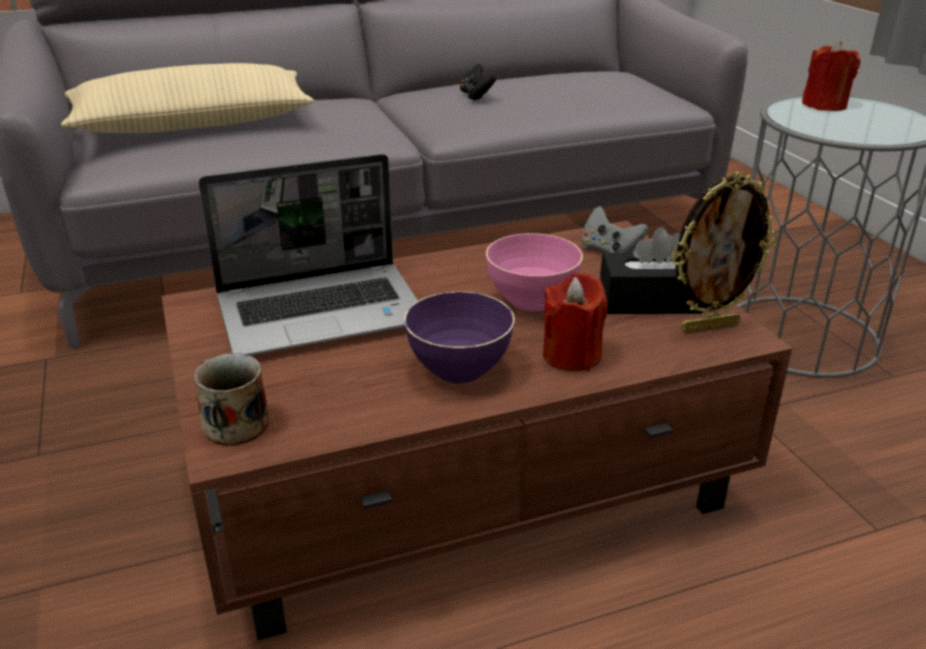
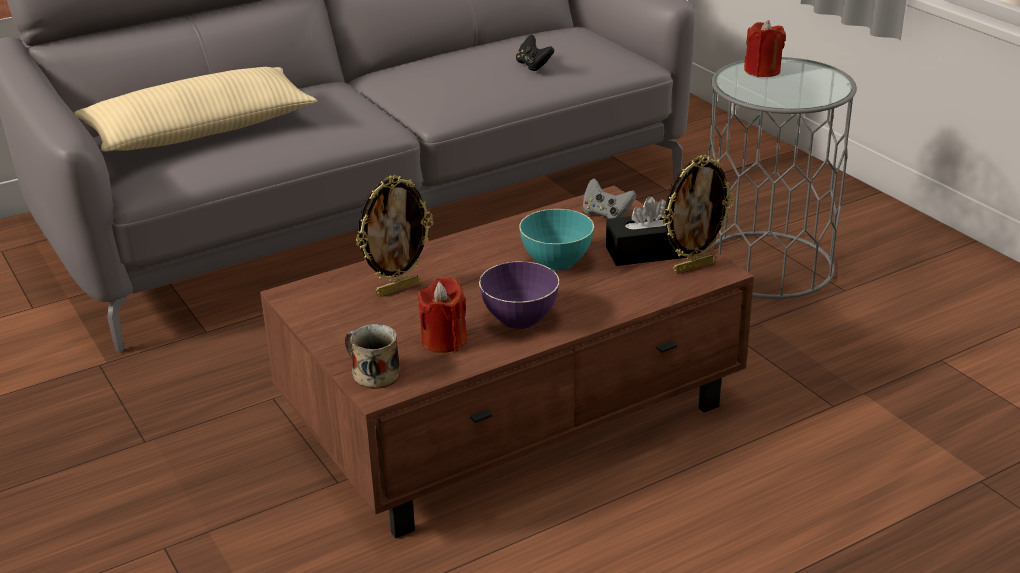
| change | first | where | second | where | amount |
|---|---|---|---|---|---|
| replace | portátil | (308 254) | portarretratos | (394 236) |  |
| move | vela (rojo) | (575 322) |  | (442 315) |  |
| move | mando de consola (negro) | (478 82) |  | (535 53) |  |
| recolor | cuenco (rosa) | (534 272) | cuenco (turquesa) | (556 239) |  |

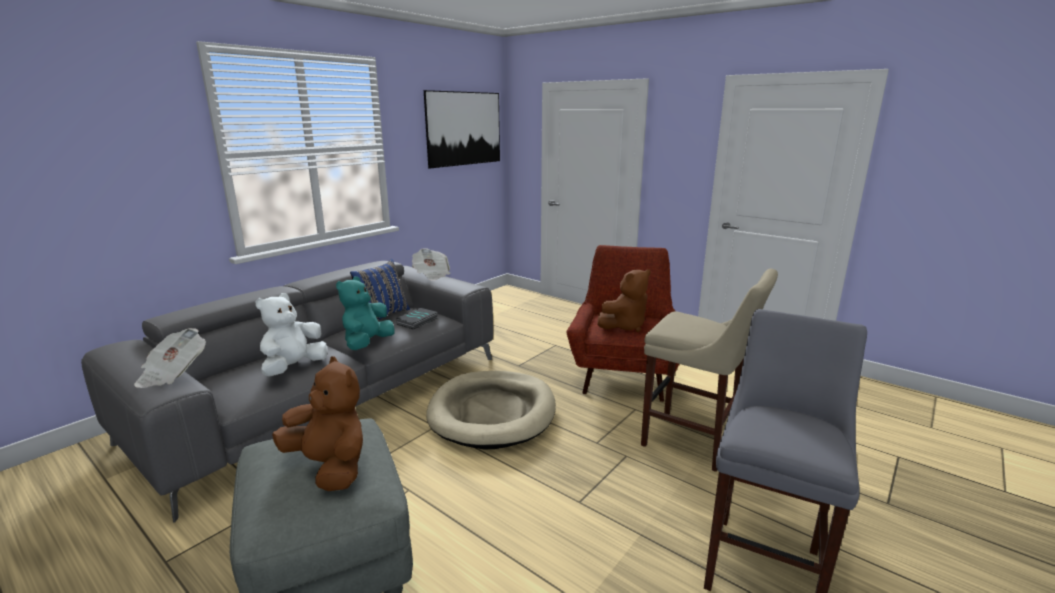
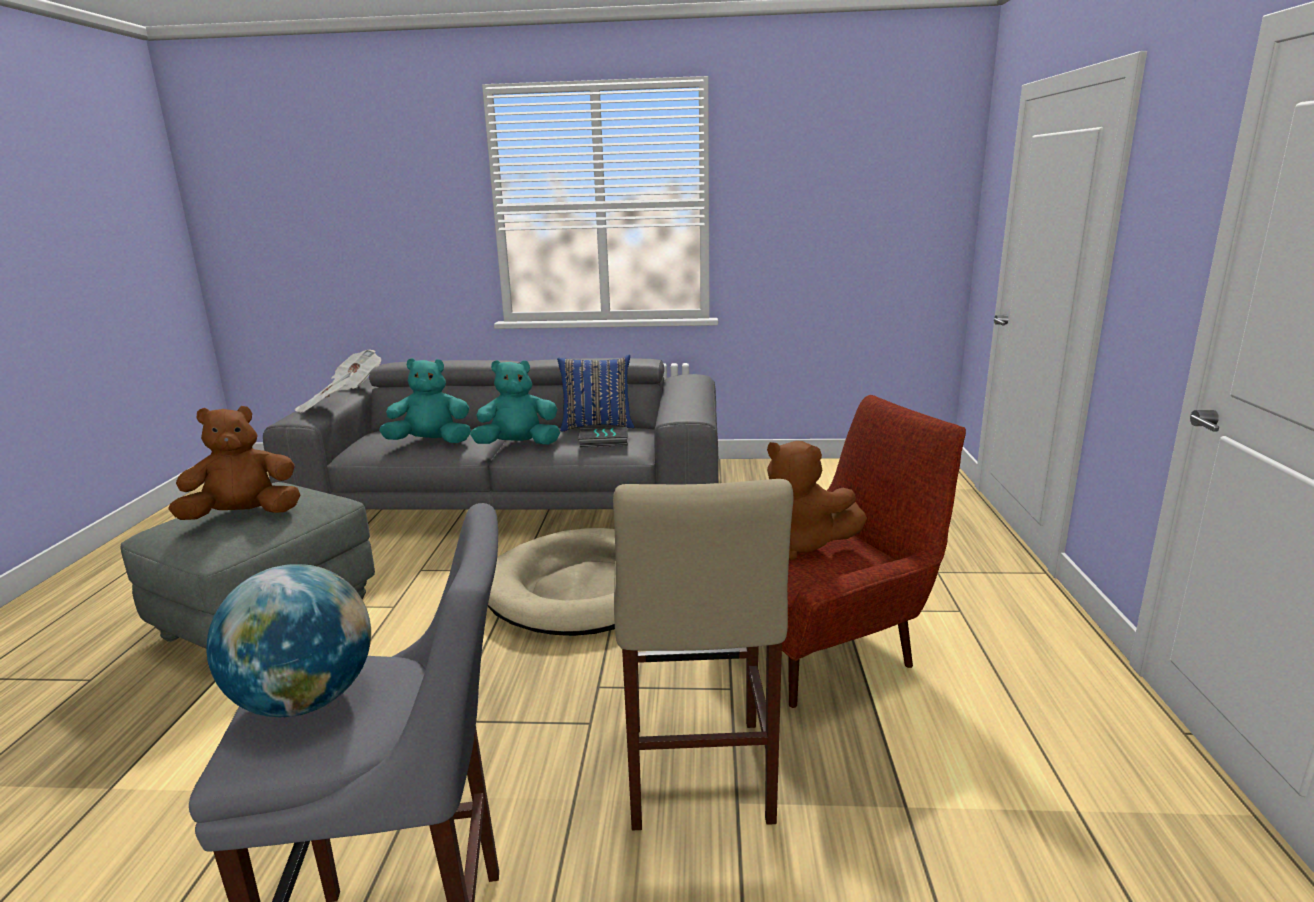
| change | first | where | second | where | amount |
|---|---|---|---|---|---|
| rotate | peluche (marrón) | (317 423) |  | (234 463) | 120 degrees counterclockwise |
| insert |  |  | globo terráqueo | (289 640) |  |
| move | periódico | (431 264) |  | (356 370) |  |
| recolor | peluche (blanco) | (291 335) | peluche (turquesa) | (425 400) |  |
| delete | cuadro | (462 129) |  |  |  |

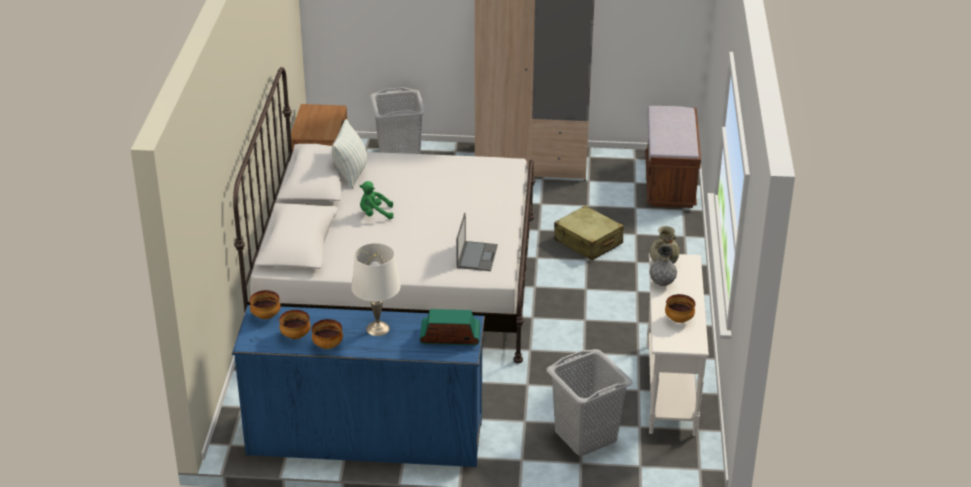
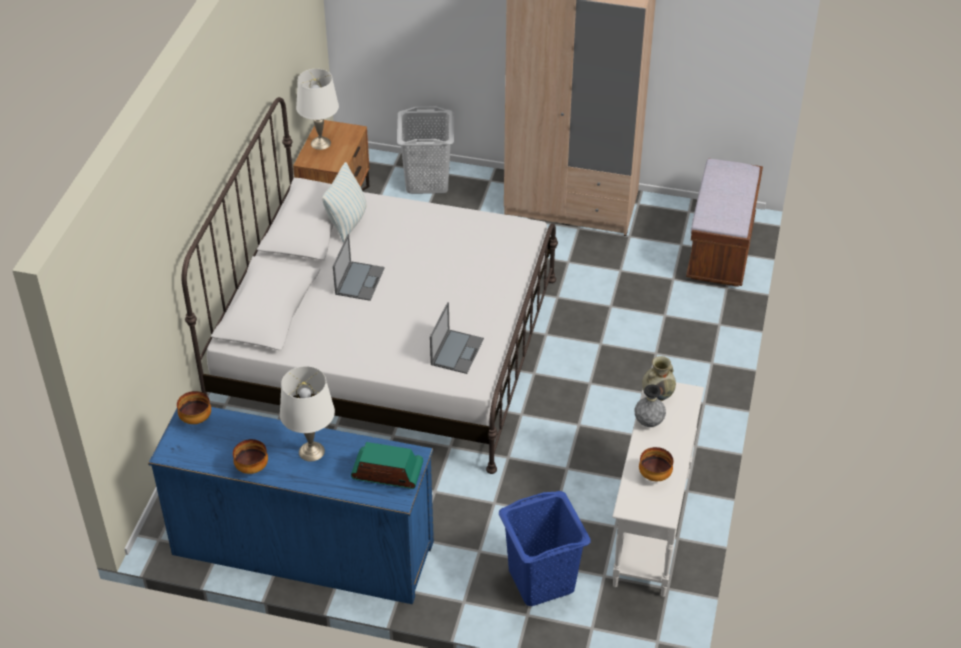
| change | first | where | second | where | amount |
|---|---|---|---|---|---|
| insert |  |  | lámpara de mesa (blanco) | (317 109) |  |
| replace | peluche (verde) | (376 200) | portátil | (359 267) |  |
| recolor | cesto de la ropa (gris) | (589 402) | cesto de la ropa (azul) | (545 548) |  |
| delete | cuenco | (295 324) |  |  |  |
| delete | maleta (beis) | (589 233) |  |  |  |

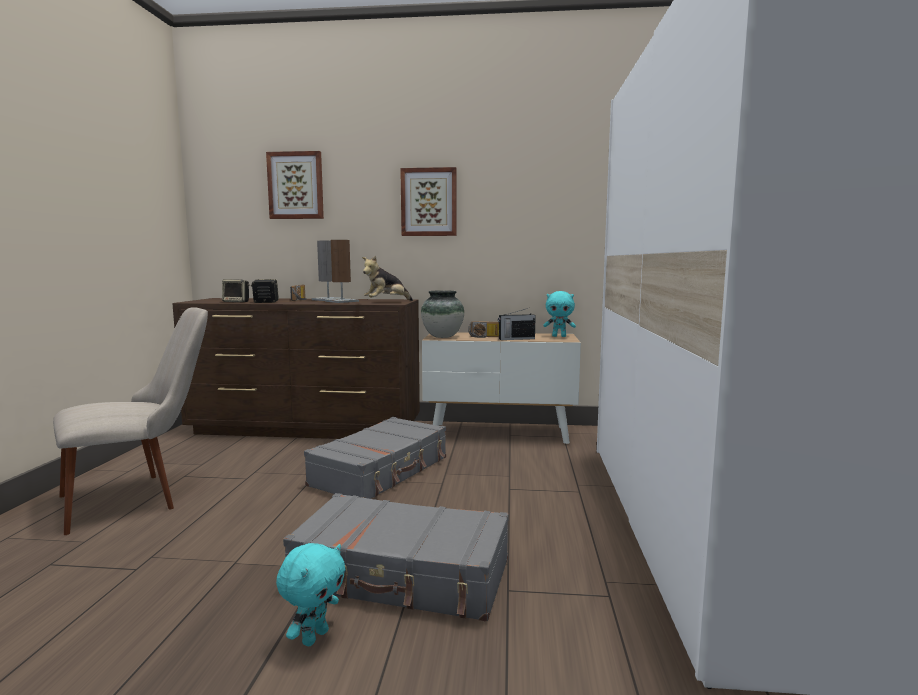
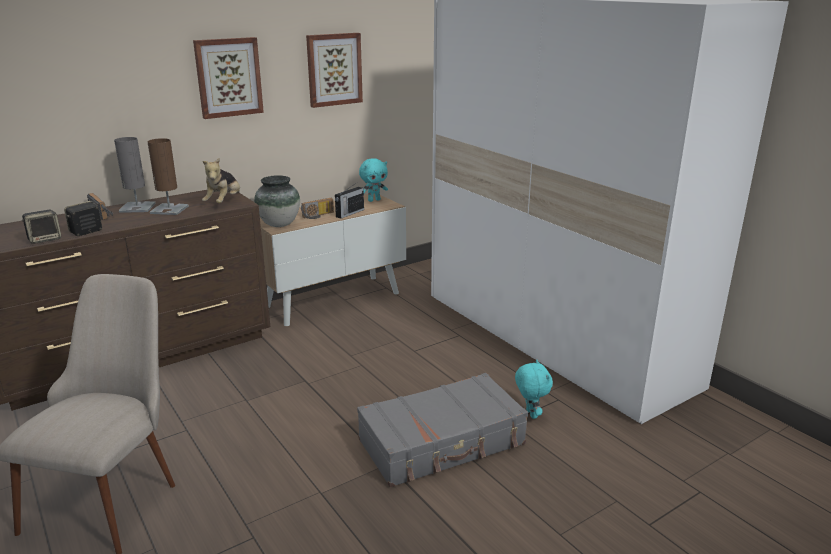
| change | first | where | second | where | amount |
|---|---|---|---|---|---|
| move | cuadro | (295 185) |  | (334 70) |  |
| move | peluche (turquesa) | (311 594) |  | (534 389) |  |
| delete | maleta (gris) | (375 458) |  |  |  |

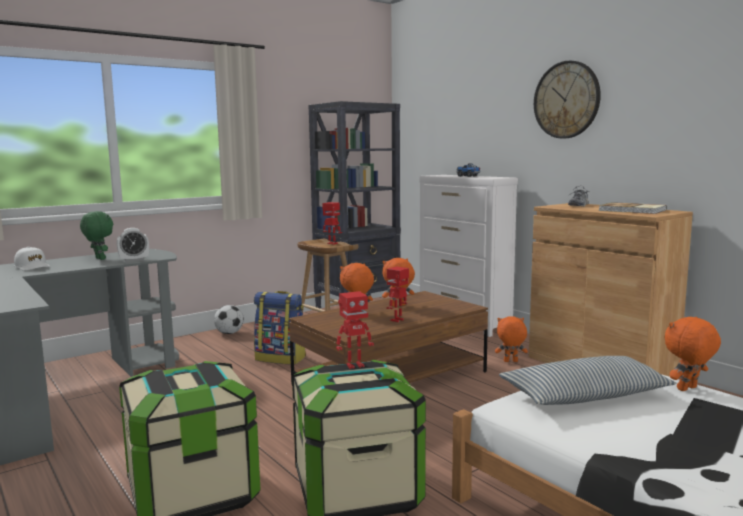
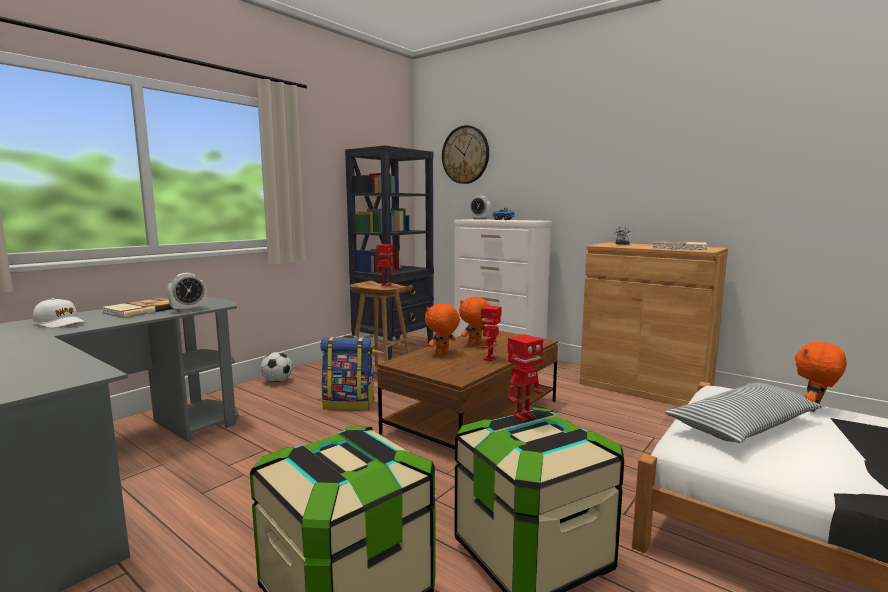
| change | first | where | second | where | amount |
|---|---|---|---|---|---|
| replace | peluche (verde) | (96 235) | libro | (138 308) |  |
| move | reloj de pared | (567 100) |  | (465 154) |  |
| insert |  |  | despertador | (480 208) |  |
| delete | peluche (naranja) | (511 339) |  |  |  |

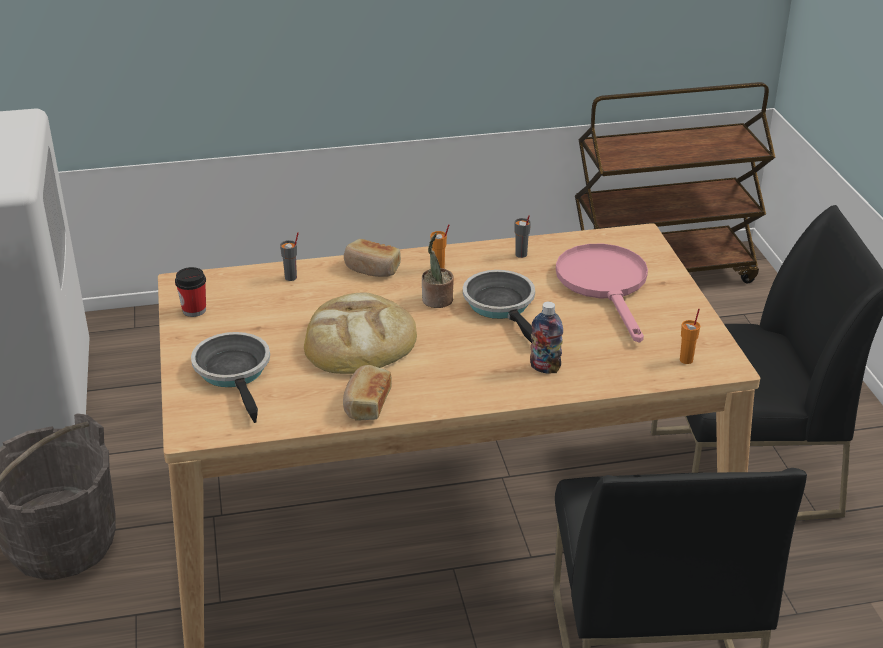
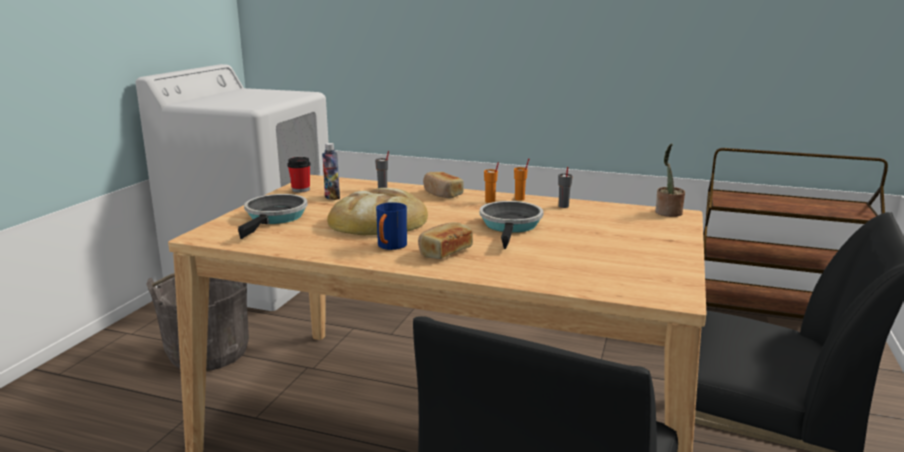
| change | first | where | second | where | amount |
|---|---|---|---|---|---|
| move | botella | (546 338) |  | (331 171) |  |
| insert |  |  | taza grande (azul) | (391 226) |  |
| move | pan | (367 393) |  | (445 240) |  |
| move | taza (naranja) | (690 336) |  | (522 179) |  |
| move | planta en maceta | (438 270) |  | (670 180) |  |
| delete | sartén (rosa) | (602 293) |  |  |  |

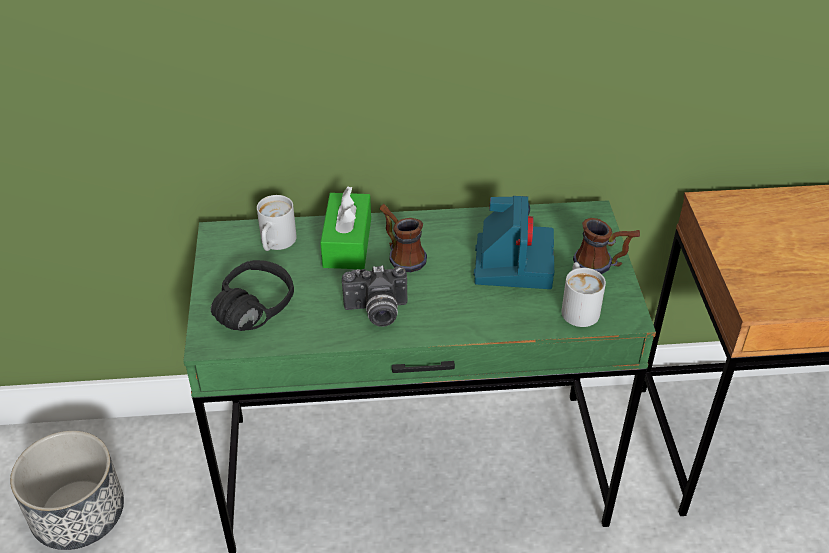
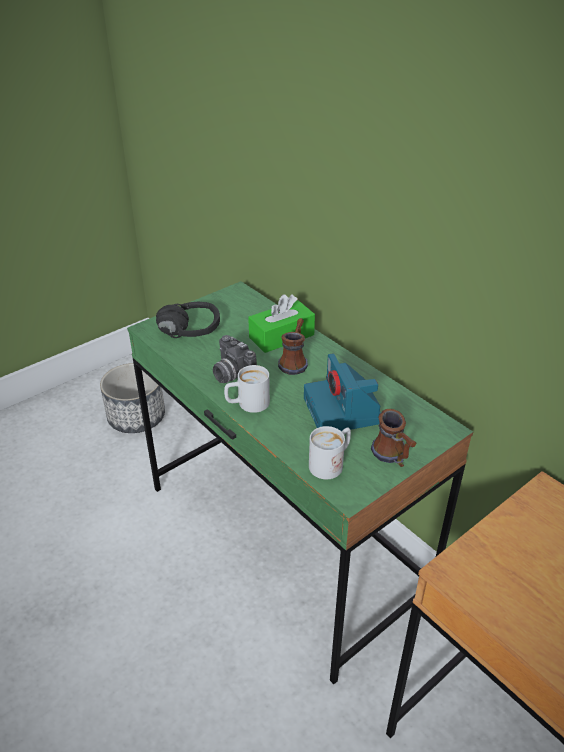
| change | first | where | second | where | amount |
|---|---|---|---|---|---|
| move | taza grande (blanco) | (277 223) |  | (247 389) |  |
| rotate | cámara | (514 242) |  | (342 392) | 105 degrees clockwise |

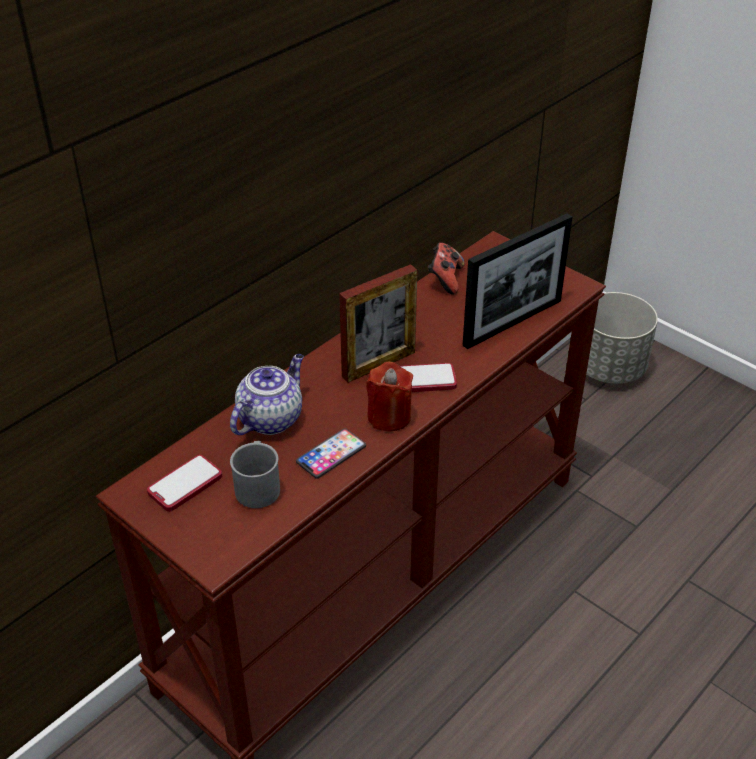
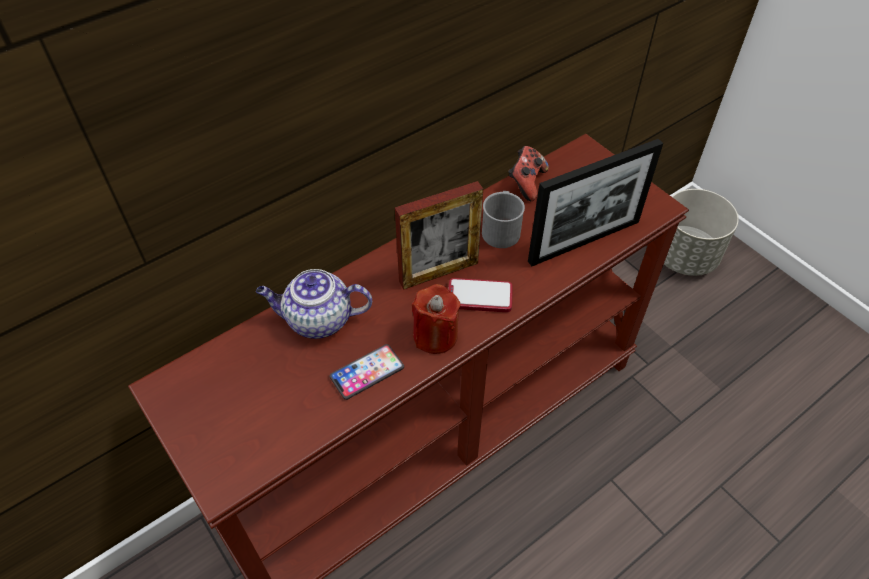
| change | first | where | second | where | amount |
|---|---|---|---|---|---|
| rotate | tetera | (267 394) |  | (314 304) | 135 degrees counterclockwise |
| move | taza grande (gris) | (255 474) |  | (503 219) |  |
| delete | móvil | (184 483) |  |  |  |

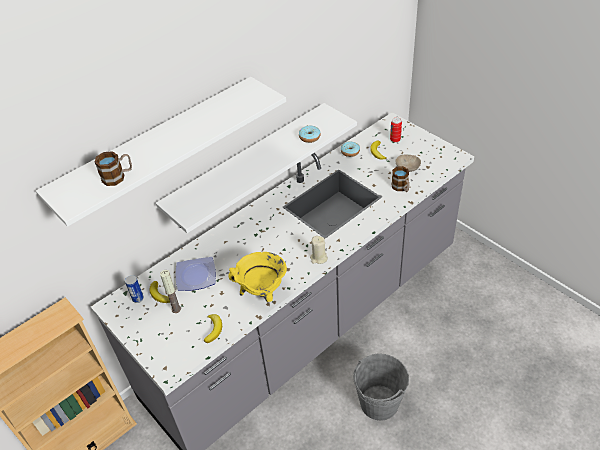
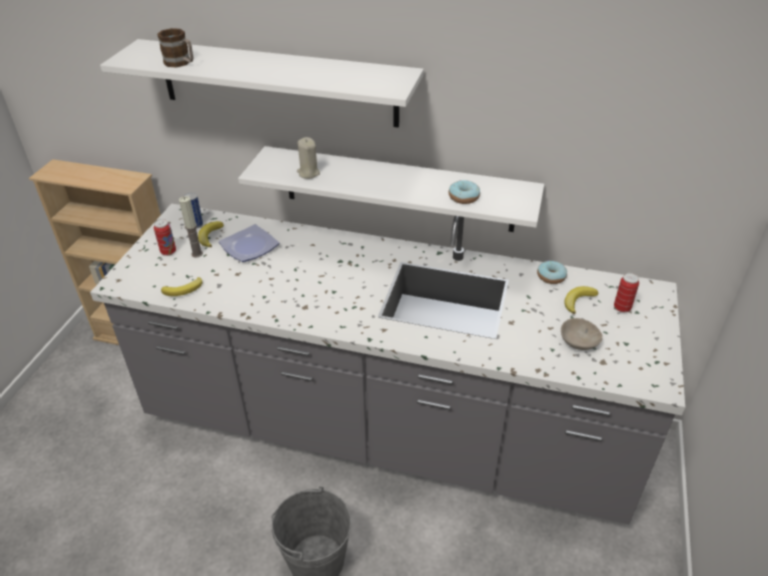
| change | first | where | second | where | amount |
|---|---|---|---|---|---|
| insert |  |  | lata | (165 237) |  |
| move | vela (beis) | (319 250) |  | (308 158) |  |
| delete | olla (amarillo) | (258 277) |  |  |  |
| delete | taza grande | (400 179) |  |  |  |

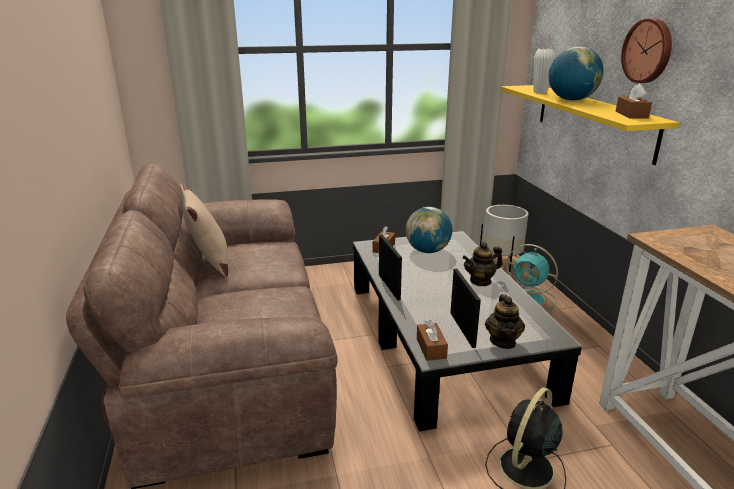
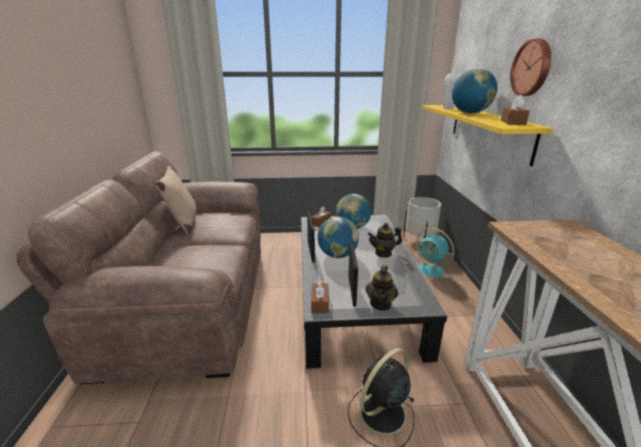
| change | first | where | second | where | amount |
|---|---|---|---|---|---|
| insert |  |  | globo terráqueo | (338 237) |  |

